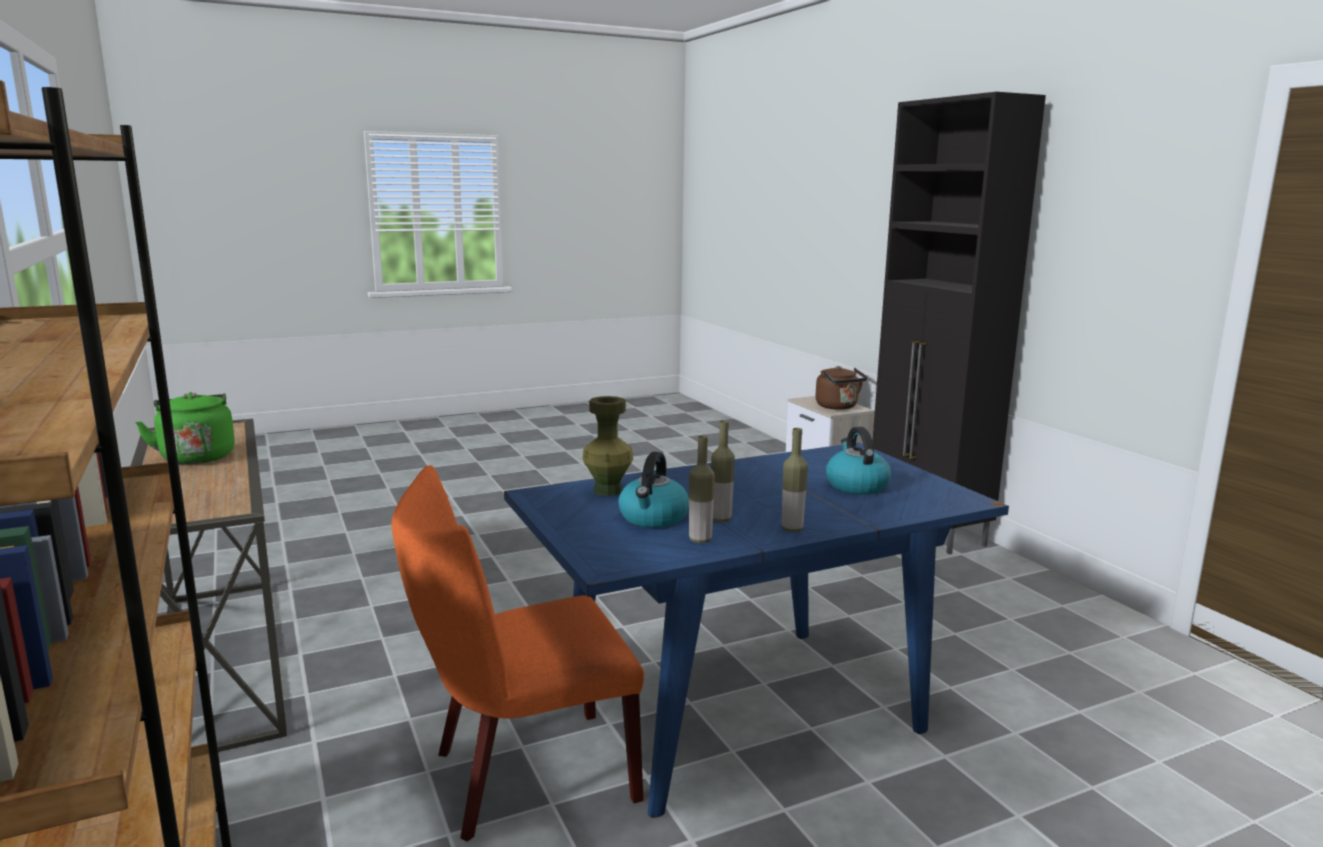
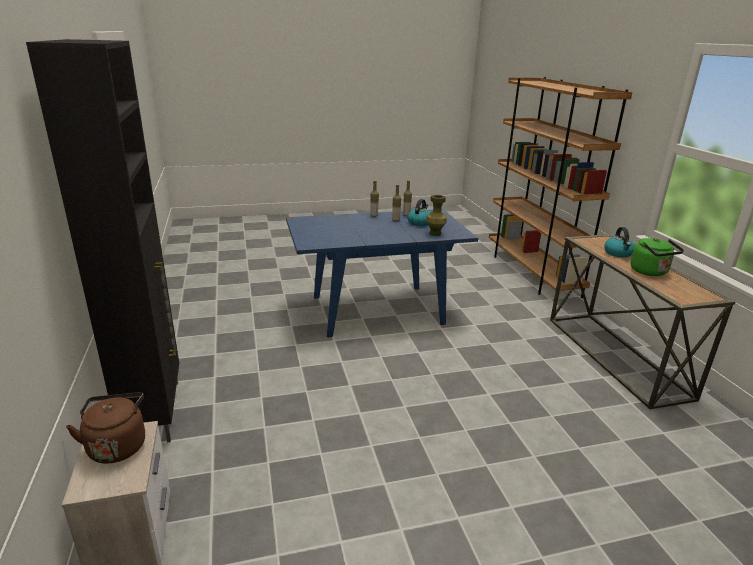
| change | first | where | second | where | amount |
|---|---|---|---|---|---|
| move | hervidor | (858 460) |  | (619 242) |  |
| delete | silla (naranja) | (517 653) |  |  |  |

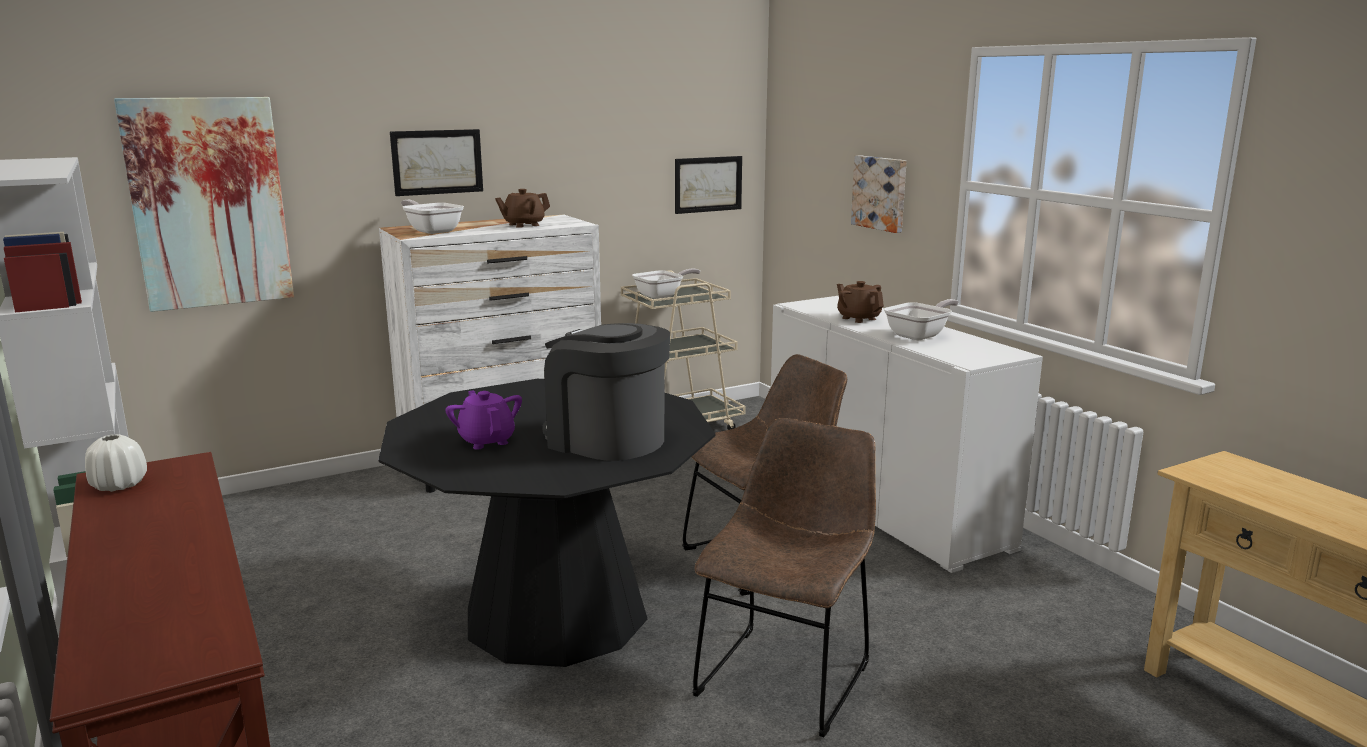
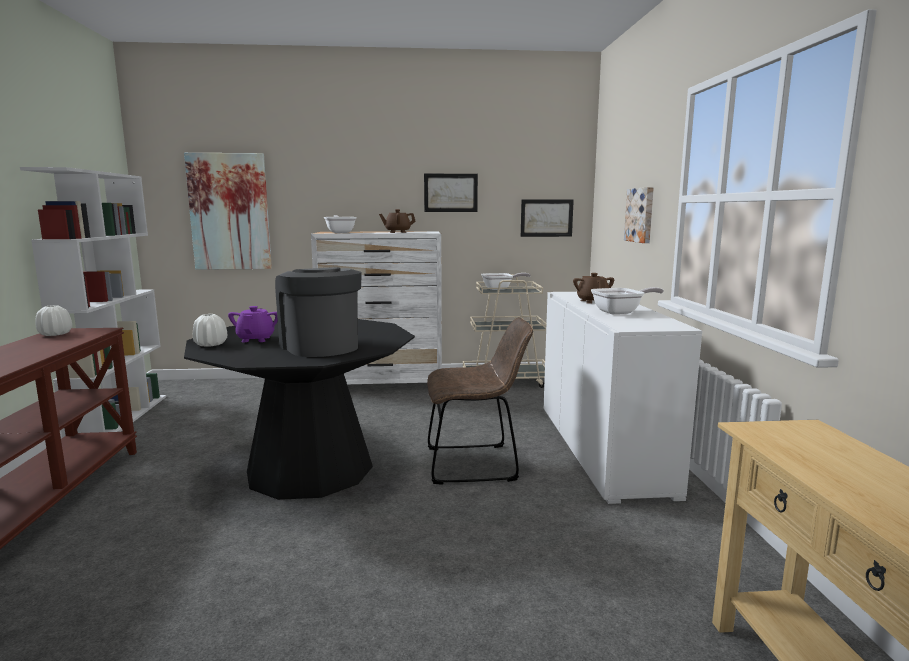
| change | first | where | second | where | amount |
|---|---|---|---|---|---|
| insert |  |  | florero (blanco) | (210 330) |  |
| move | cuadro | (436 162) |  | (451 193) |  |
| delete | silla (marrón) | (784 577) |  |  |  |

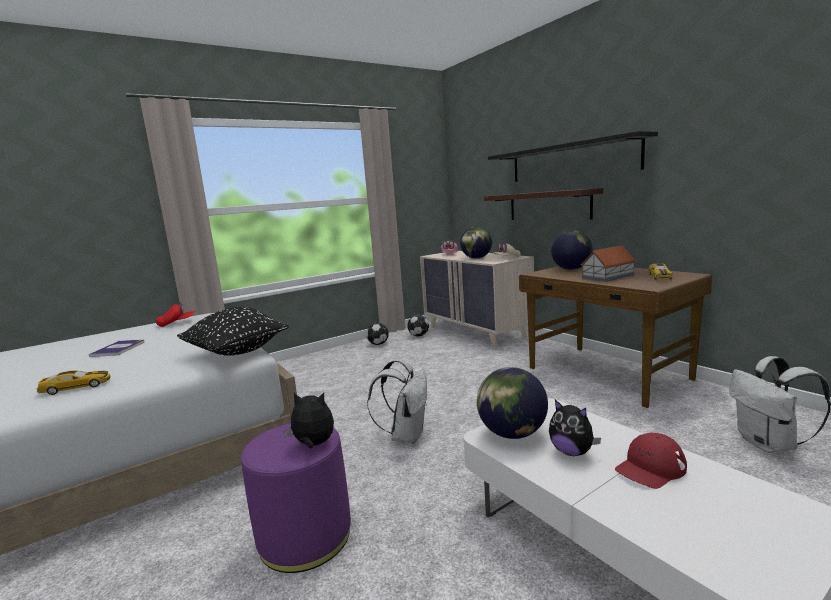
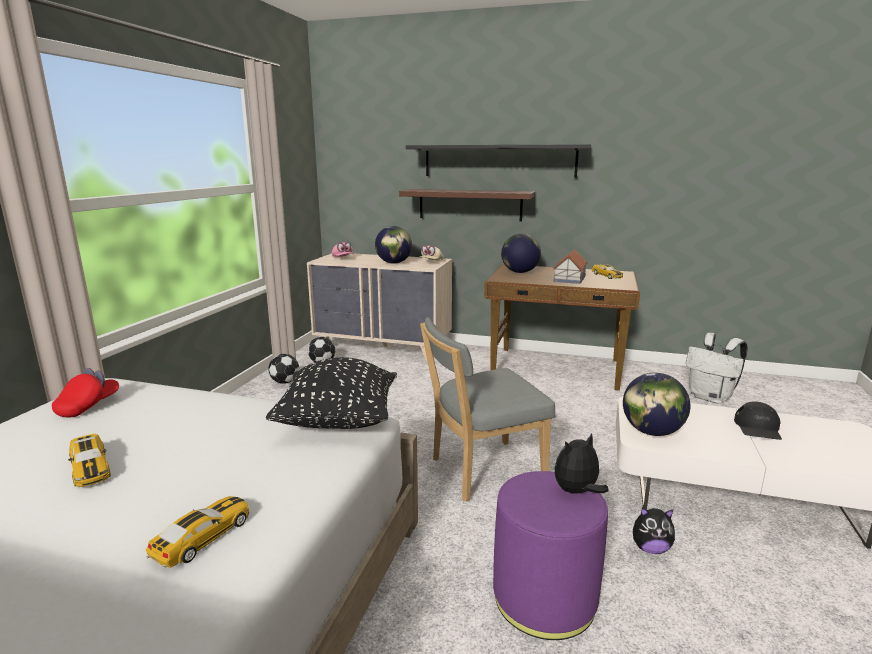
| change | first | where | second | where | amount |
|---|---|---|---|---|---|
| replace | libro | (117 348) | coche de juguete | (89 460) |  |
| replace | mochila (blanco) | (397 401) | silla (gris) | (487 409) |  |
| move | peluche | (575 428) |  | (654 531) |  |
| recolor | gorra (rojo) | (651 460) | gorra (negro) | (758 420) |  |

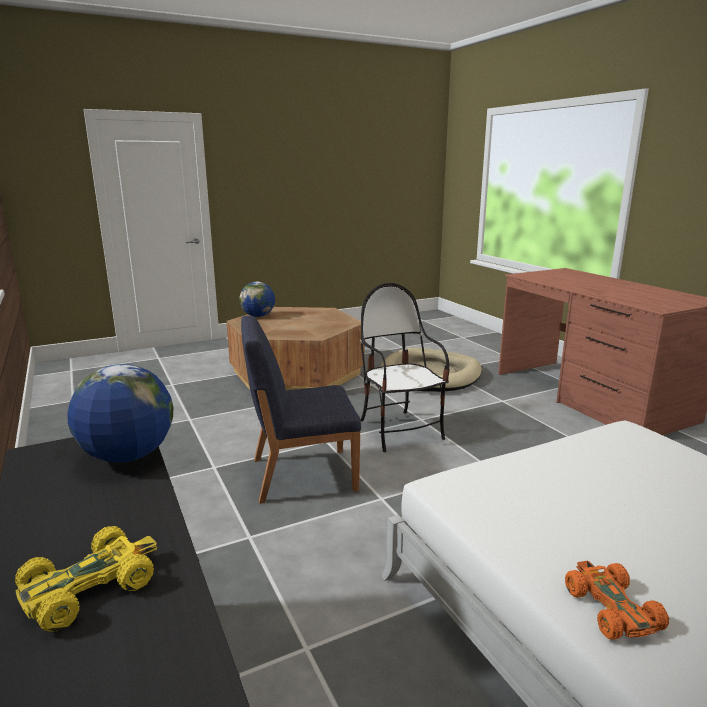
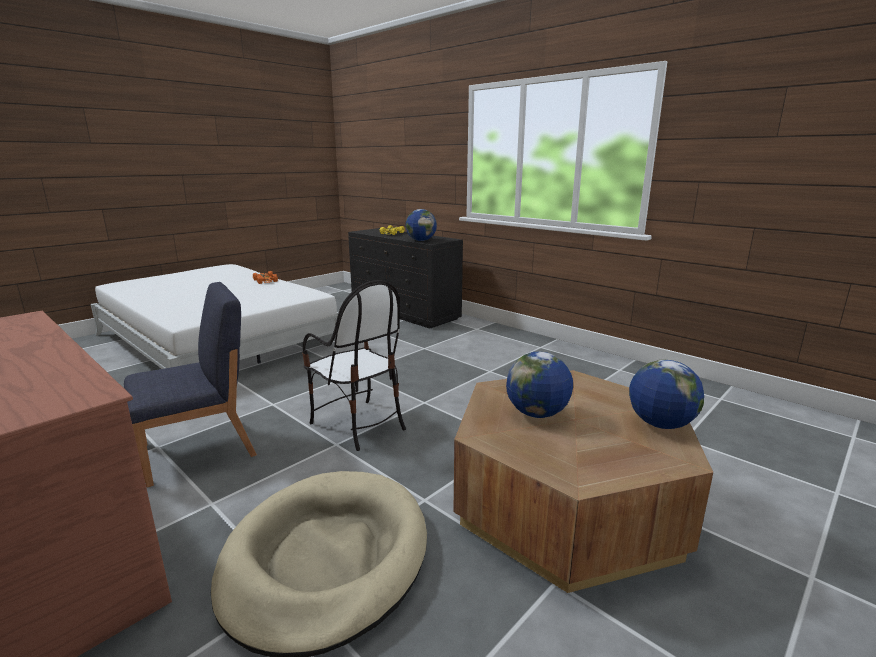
| change | first | where | second | where | amount |
|---|---|---|---|---|---|
| move | silla (azul) | (301 410) |  | (190 385) |  |
| insert |  |  | globo terráqueo | (539 385) |  |

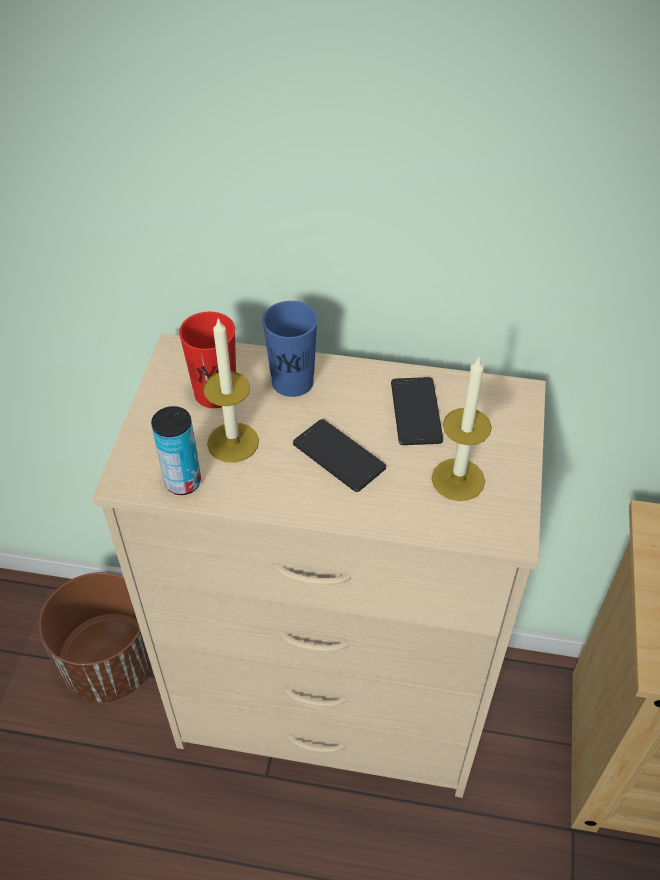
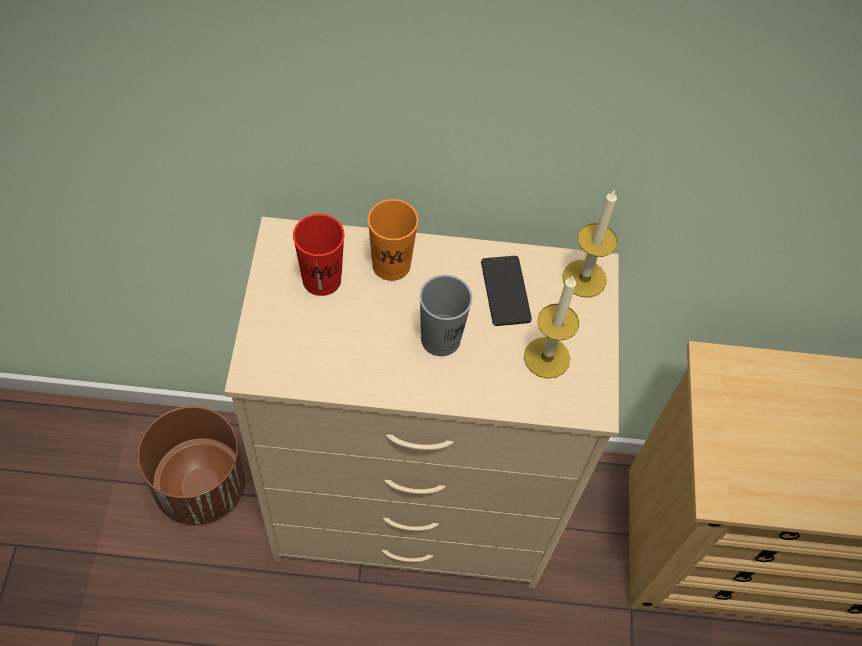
| change | first | where | second | where | amount |
|---|---|---|---|---|---|
| recolor | taza (azul) | (290 349) | taza (naranja) | (393 240) |  |
| replace | móvil | (339 455) | taza (gris) | (446 315) |  |
| move | vela | (231 390) |  | (590 243) |  |
| delete | lata | (176 450) |  |  |  |

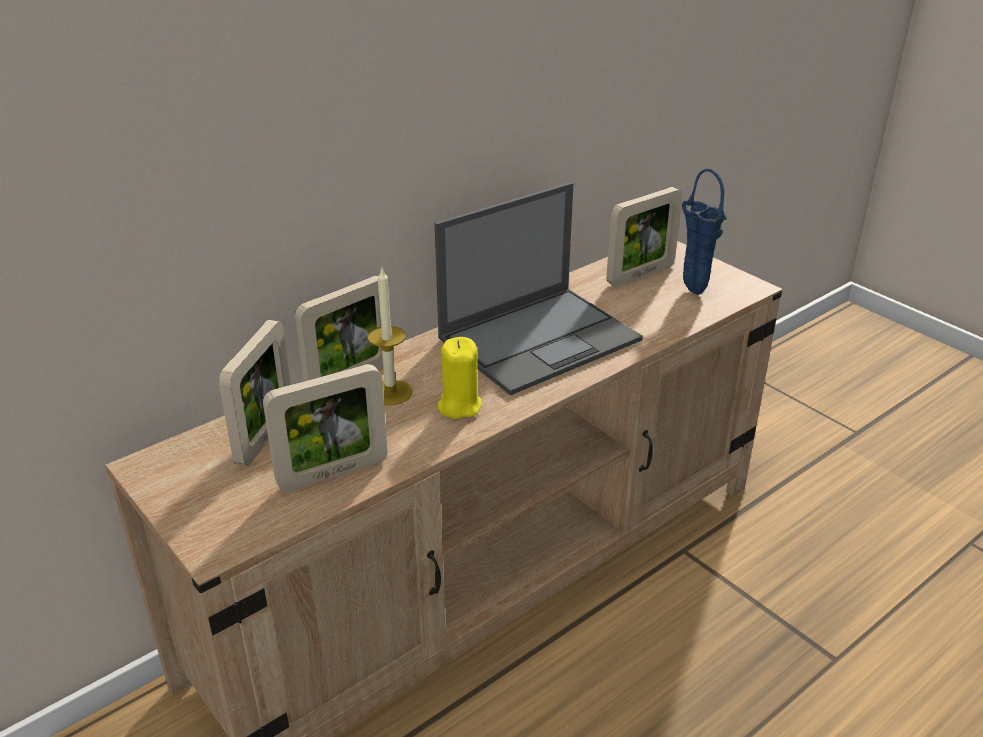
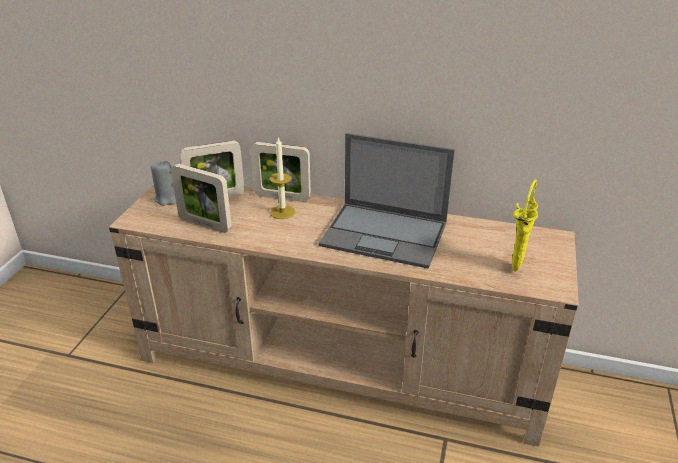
| change | first | where | second | where | amount |
|---|---|---|---|---|---|
| insert |  |  | vela (gris) | (163 183) |  |
| recolor | florero (azul) | (704 231) | florero (amarillo) | (525 225) |  |
| delete | vela (amarillo) | (460 378) |  |  |  |
| delete | portarretratos | (644 237) |  |  |  |

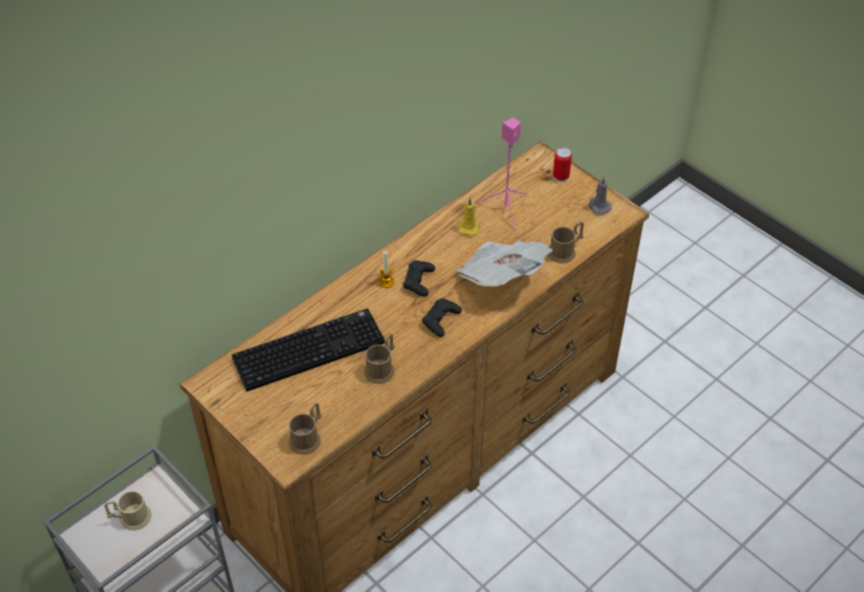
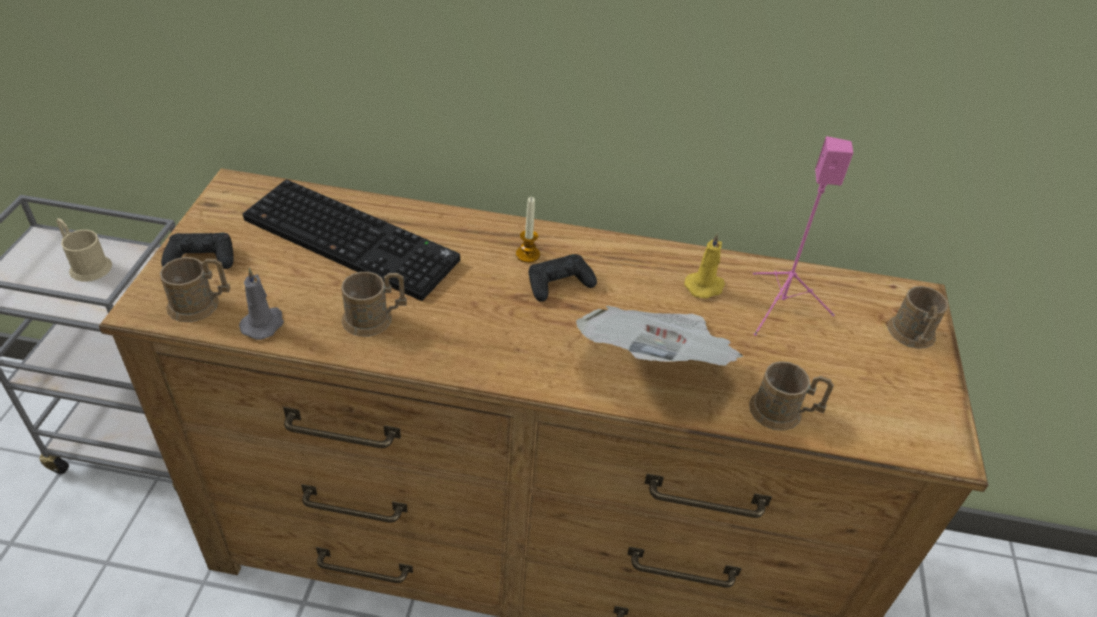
| change | first | where | second | where | amount |
|---|---|---|---|---|---|
| move | mando de consola (negro) | (442 317) |  | (197 250) |  |
| move | vela (gris) | (599 196) |  | (261 304) |  |
| replace | lata | (562 164) | taza grande (marrón) | (918 317) |  |

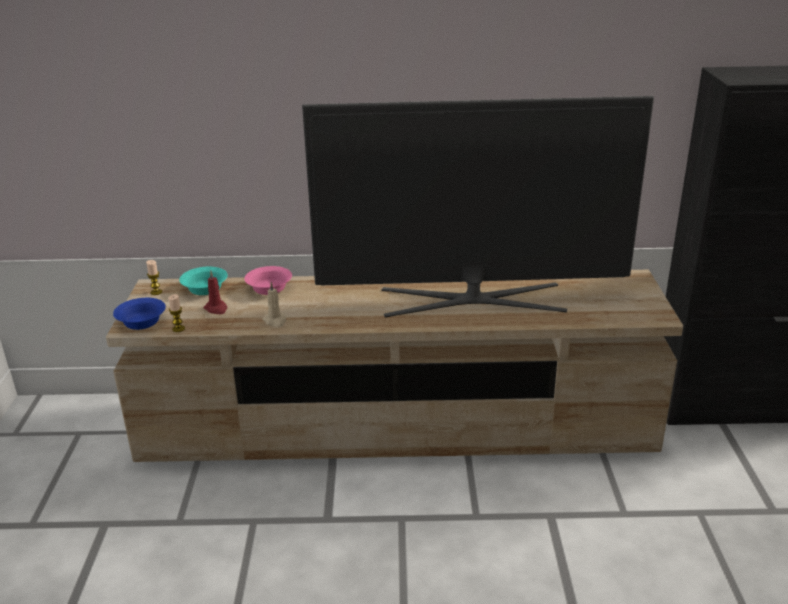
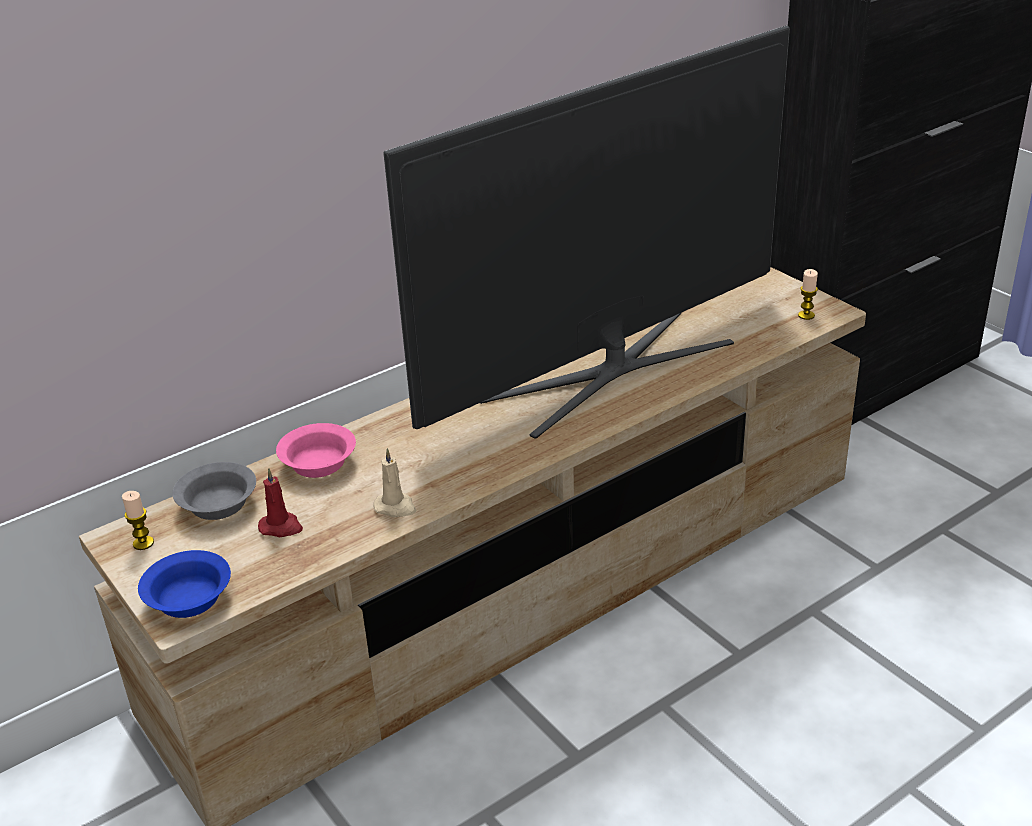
| change | first | where | second | where | amount |
|---|---|---|---|---|---|
| recolor | cuenco (turquesa) | (203 281) | cuenco (gris) | (214 491) |  |
| move | vela | (176 313) |  | (808 294) |  |

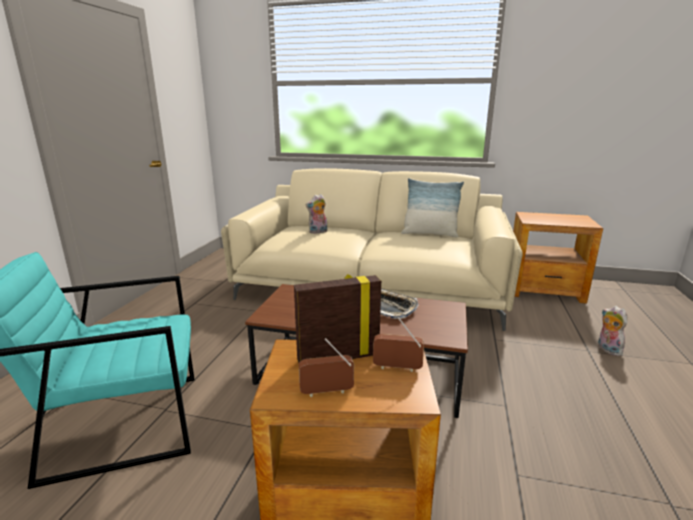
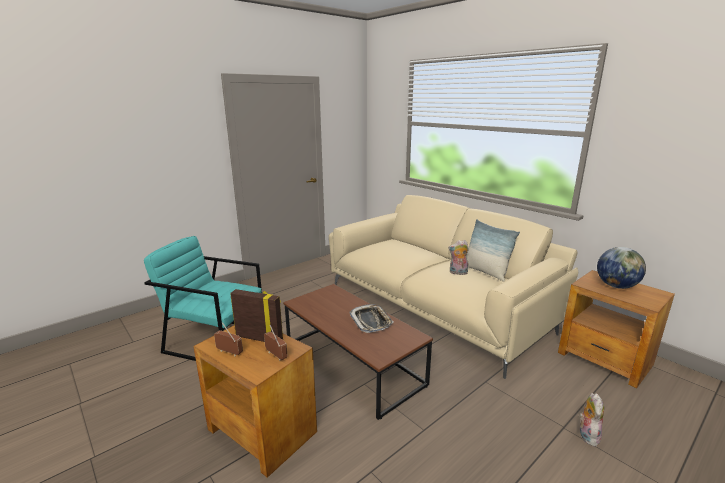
| change | first | where | second | where | amount |
|---|---|---|---|---|---|
| move | peluche | (316 214) |  | (458 257) |  |
| insert |  |  | globo terráqueo | (621 268) |  |

